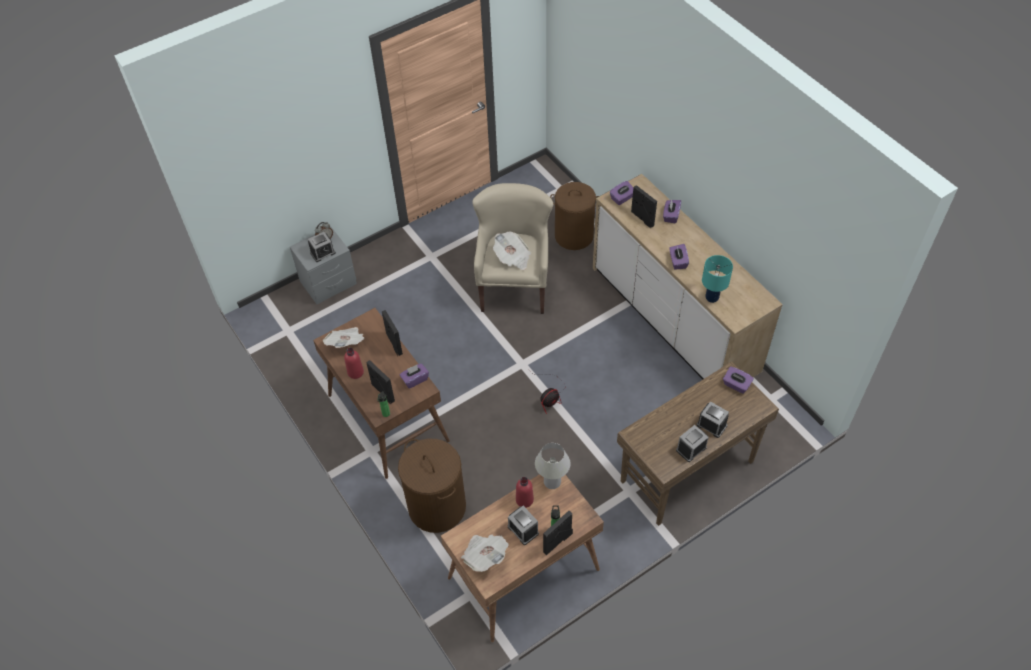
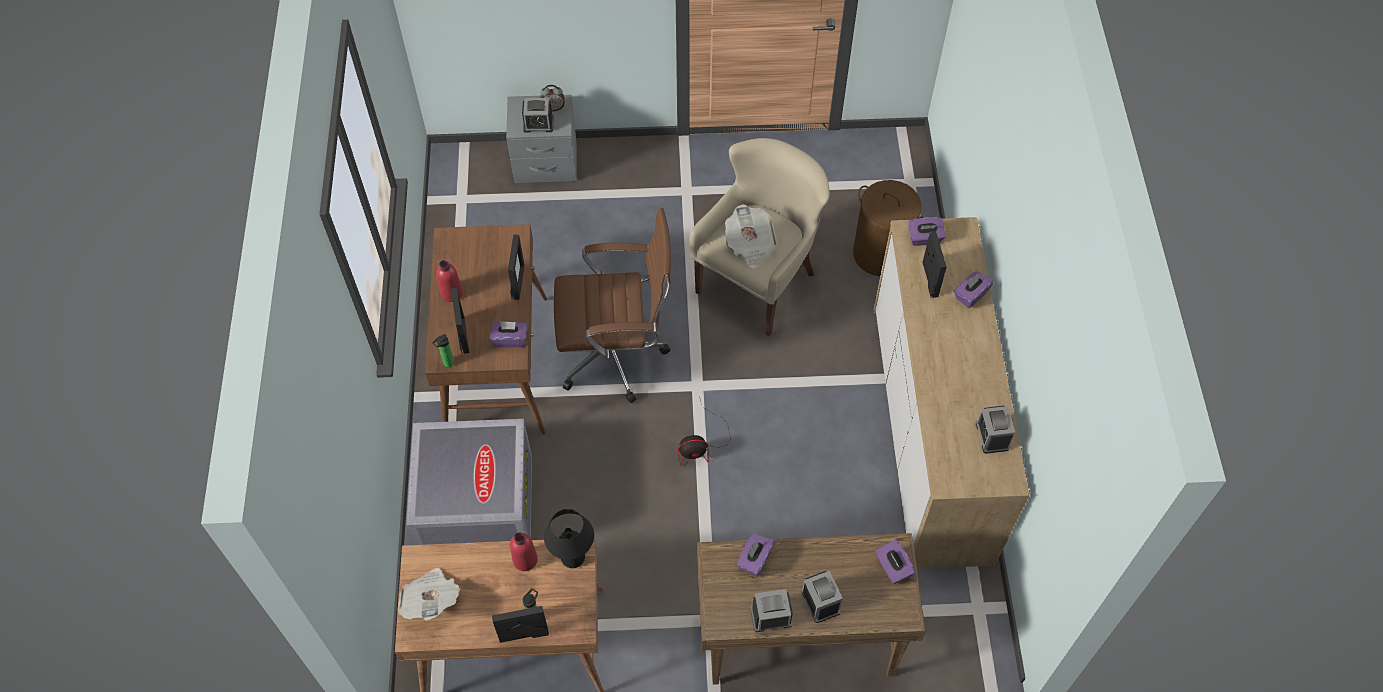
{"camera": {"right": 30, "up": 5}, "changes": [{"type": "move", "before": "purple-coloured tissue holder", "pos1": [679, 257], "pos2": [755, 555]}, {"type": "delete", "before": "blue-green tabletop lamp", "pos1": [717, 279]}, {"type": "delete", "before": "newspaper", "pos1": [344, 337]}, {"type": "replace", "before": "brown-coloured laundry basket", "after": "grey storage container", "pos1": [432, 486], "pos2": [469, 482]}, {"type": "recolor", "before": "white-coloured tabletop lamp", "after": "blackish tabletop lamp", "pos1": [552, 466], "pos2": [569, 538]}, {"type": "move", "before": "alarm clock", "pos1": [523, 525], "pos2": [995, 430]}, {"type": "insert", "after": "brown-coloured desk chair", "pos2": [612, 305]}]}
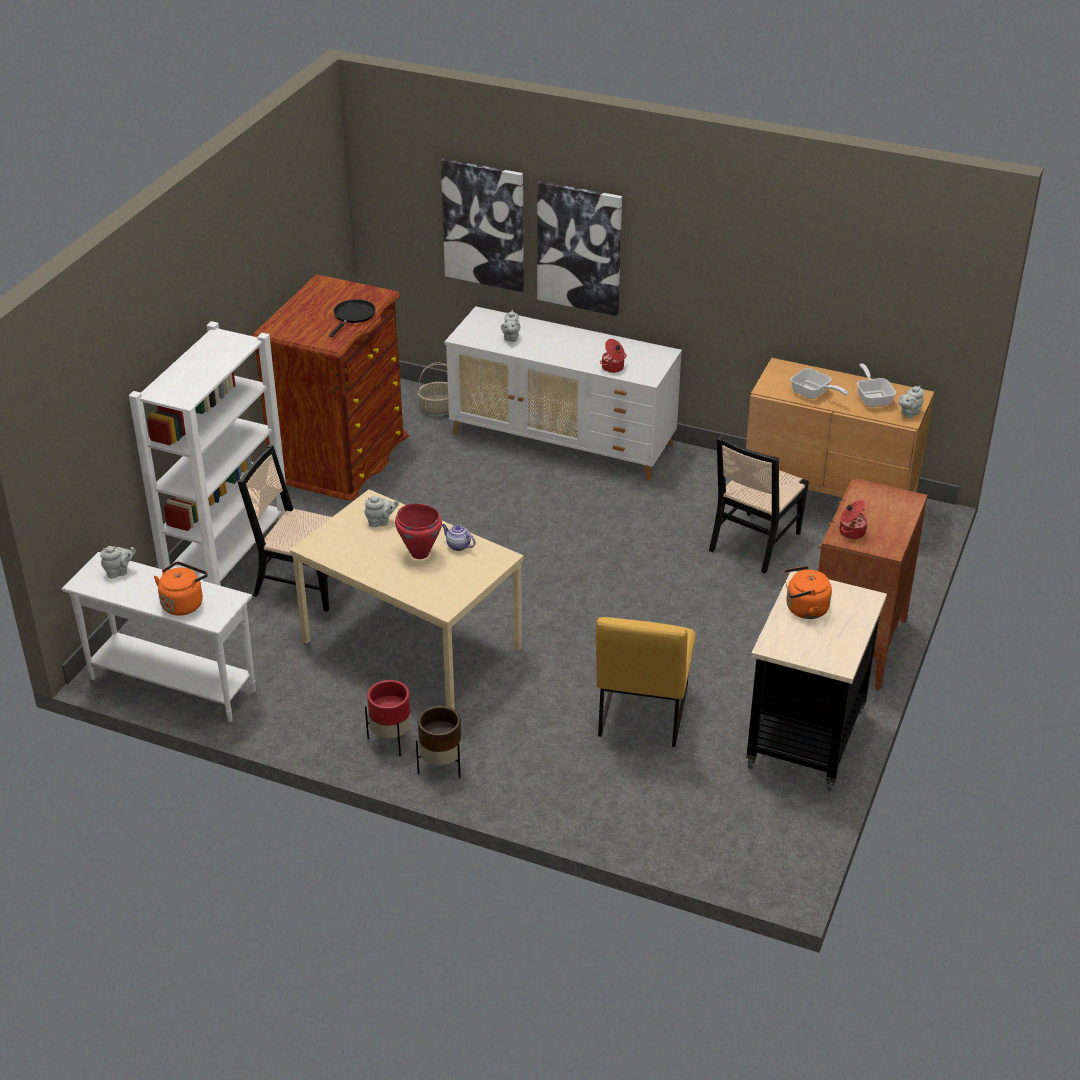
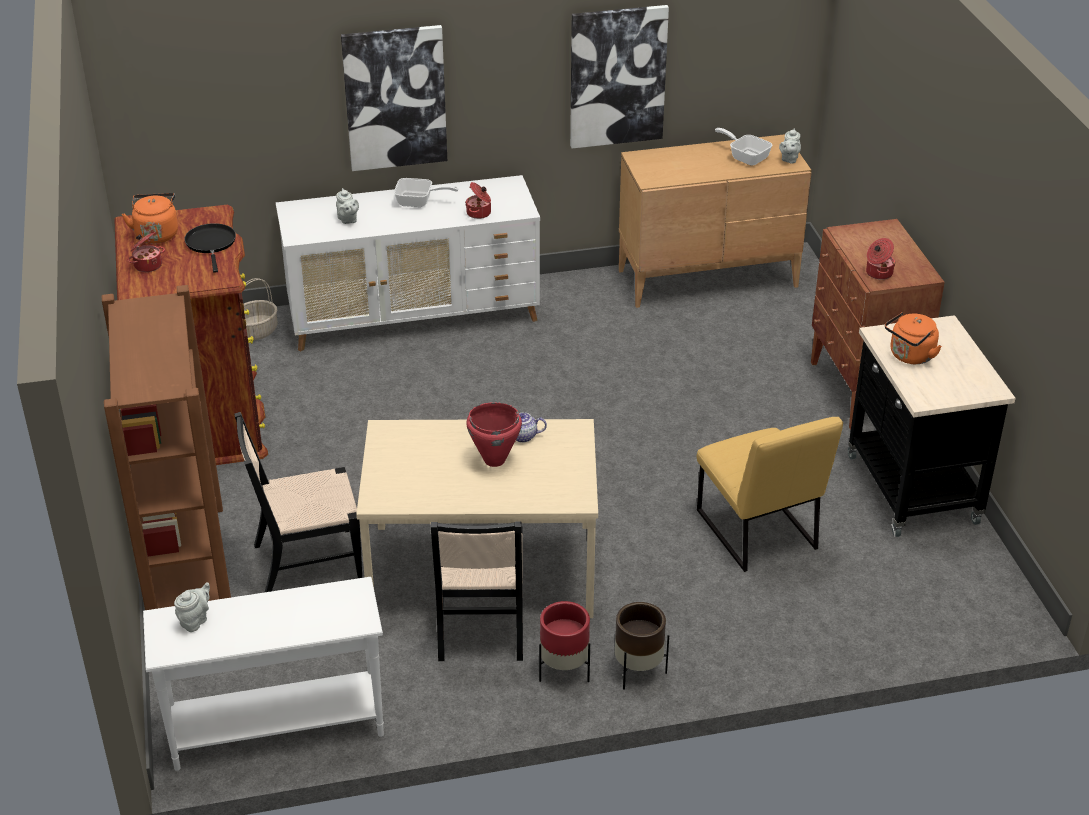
{"camera": {"right": -35, "up": 0}, "changes": [{"type": "move", "before": "wall art", "pos1": [482, 225], "pos2": [619, 77]}, {"type": "recolor", "before": "white-coloured shelving unit", "after": "brown-coloured shelving unit", "pos1": [207, 453], "pos2": [166, 447]}, {"type": "move", "before": "pan", "pos1": [819, 383], "pos2": [426, 192]}, {"type": "move", "before": "upright chair", "pos1": [759, 504], "pos2": [477, 591]}, {"type": "delete", "before": "grey pot for tea", "pos1": [381, 511]}, {"type": "move", "before": "orange-coloured tea kettle", "pos1": [181, 588], "pos2": [150, 218]}, {"type": "insert", "after": "stockpot", "pos2": [146, 252]}]}
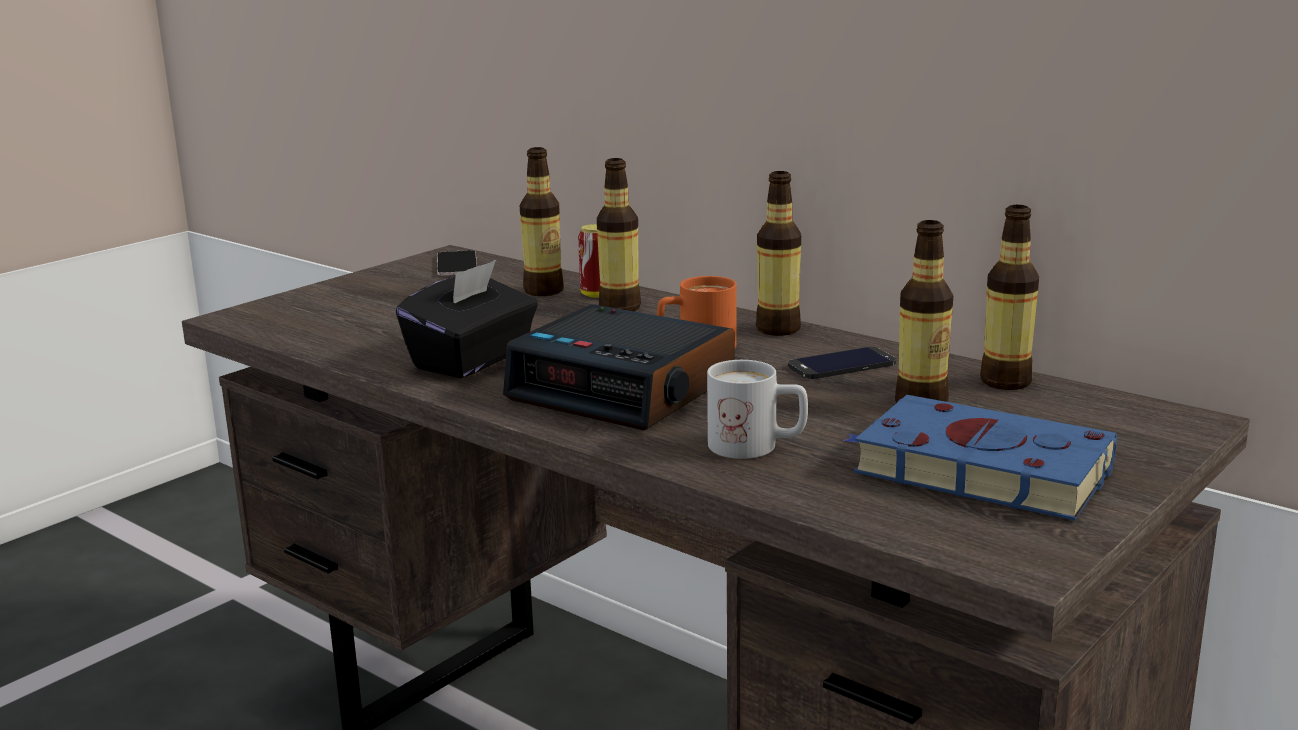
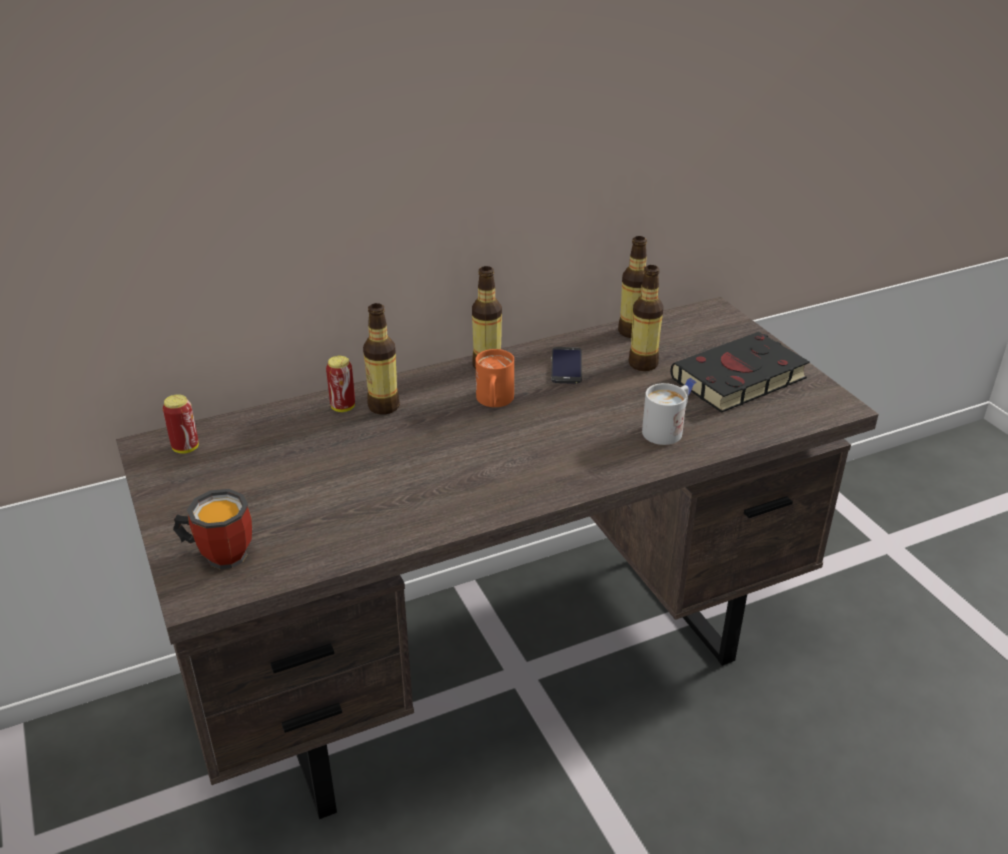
{"camera": {"right": -65, "up": 15}, "changes": [{"type": "delete", "before": "bottle", "pos1": [541, 221]}, {"type": "replace", "before": "handset", "after": "can", "pos1": [457, 263], "pos2": [181, 424]}, {"type": "delete", "before": "blackish tissue holder", "pos1": [467, 319]}, {"type": "delete", "before": "alarm clock", "pos1": [619, 367]}, {"type": "recolor", "before": "blue bound book", "after": "blackish bound book", "pos1": [979, 458], "pos2": [740, 372]}, {"type": "insert", "after": "tea mug", "pos2": [212, 529]}]}
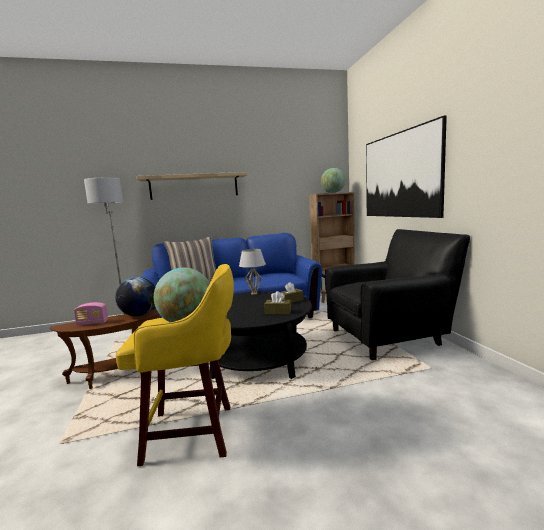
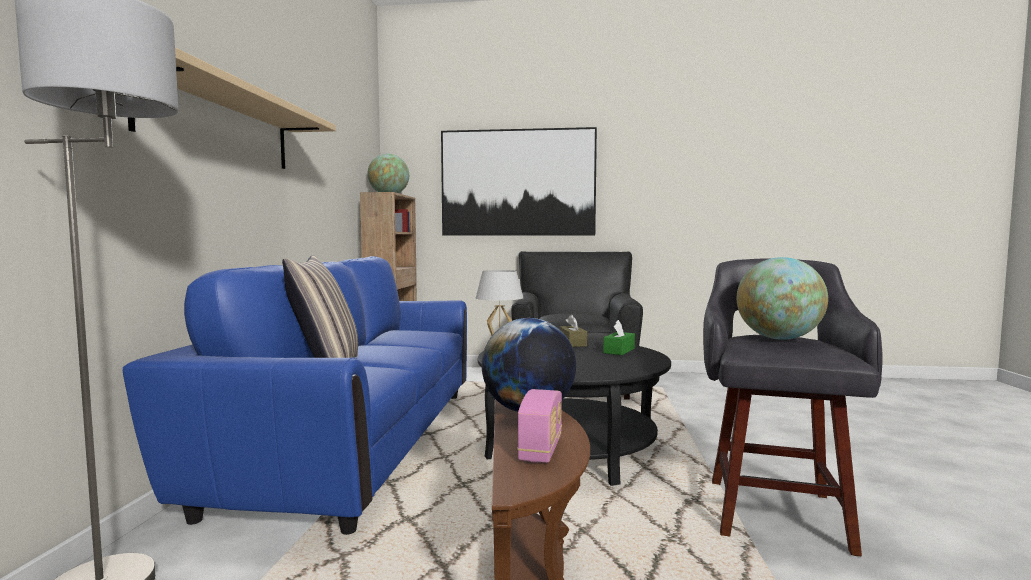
{"camera": {"right": -70, "up": -5}, "changes": [{"type": "recolor", "before": "yellow-coloured stool seat", "after": "grey stool seat", "pos1": [175, 365], "pos2": [793, 407]}, {"type": "recolor", "before": "brown-coloured tissue holder", "after": "green tissue holder", "pos1": [277, 302], "pos2": [619, 337]}]}
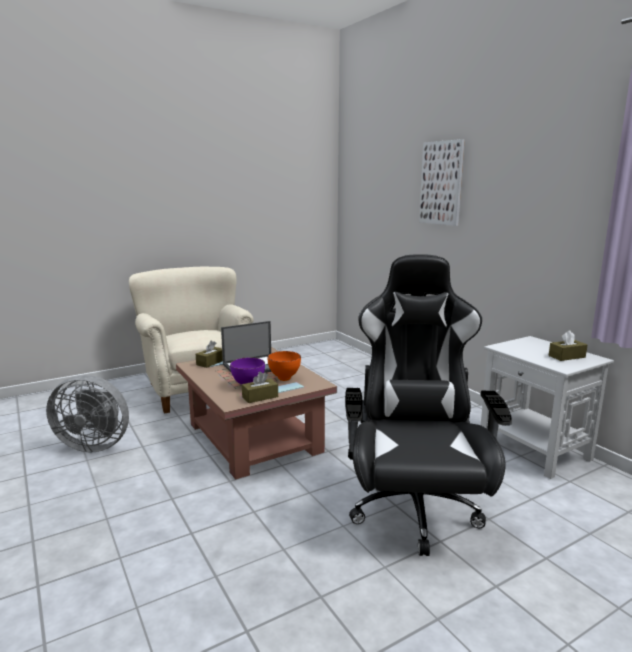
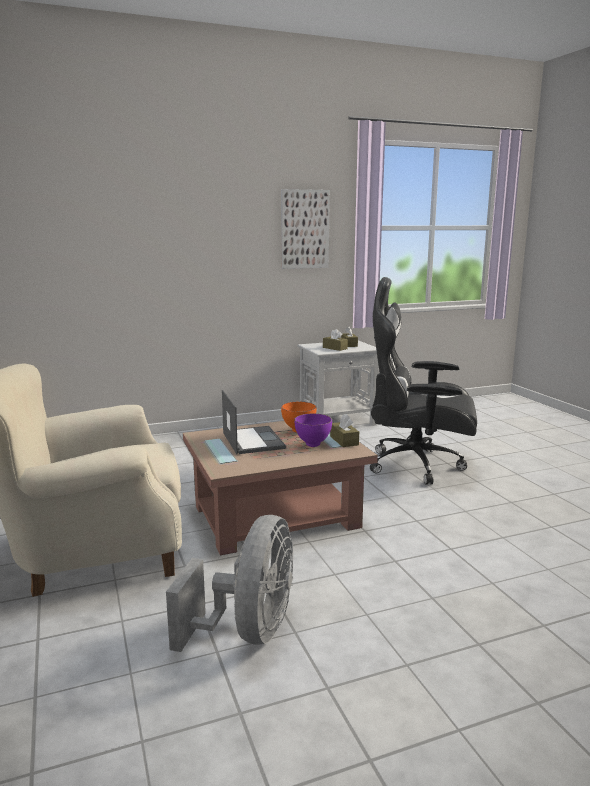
{"camera": {"right": -80, "up": 0}, "changes": [{"type": "move", "before": "wall art", "pos1": [442, 182], "pos2": [305, 229]}, {"type": "move", "before": "brown-coloured tissue holder", "pos1": [209, 354], "pos2": [335, 340]}]}
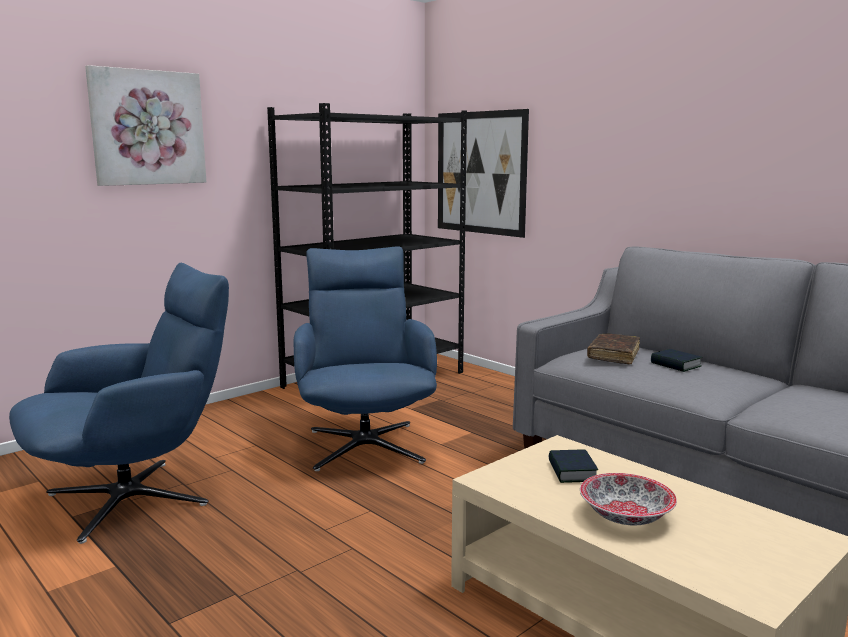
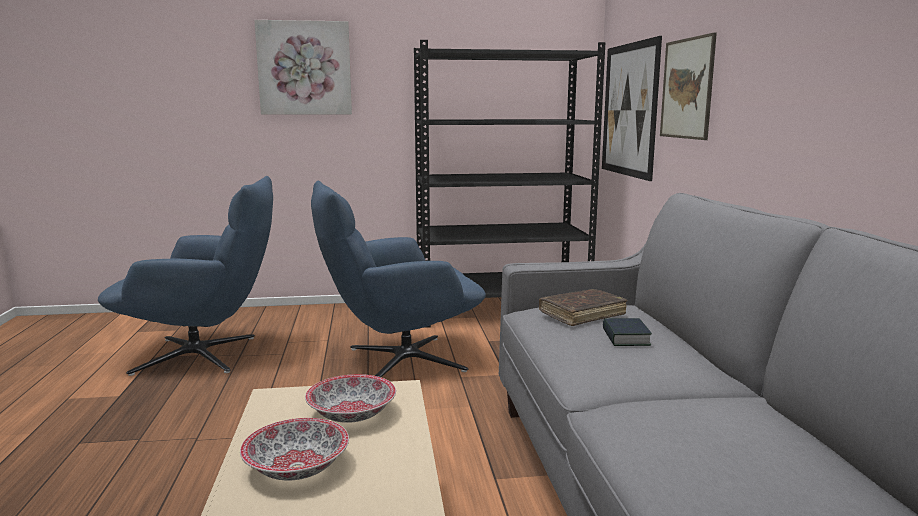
{"camera": {"right": 35, "up": 0}, "changes": [{"type": "rotate", "before": "blue easy chair", "pos1": [365, 358], "pos2": [398, 279], "turn": -135}, {"type": "replace", "before": "bound book", "after": "bowl", "pos1": [573, 466], "pos2": [350, 398]}, {"type": "insert", "after": "wall art", "pos2": [688, 86]}]}
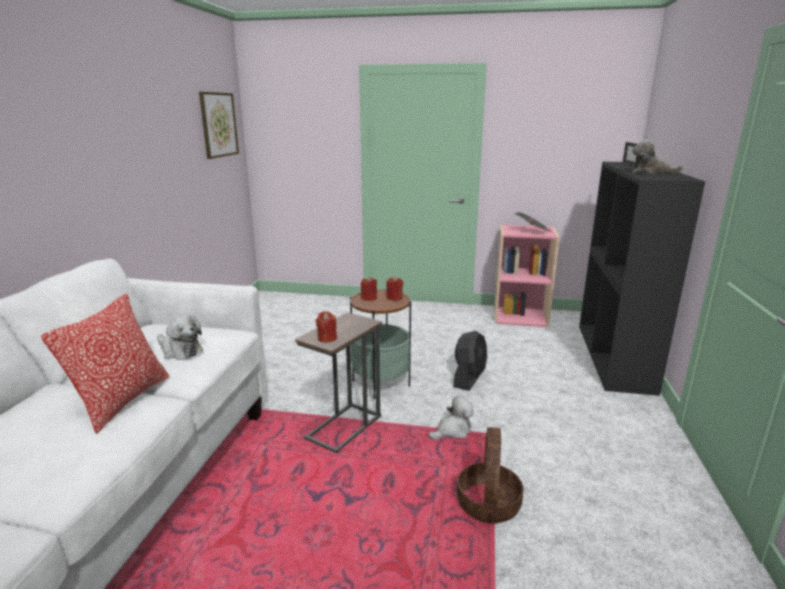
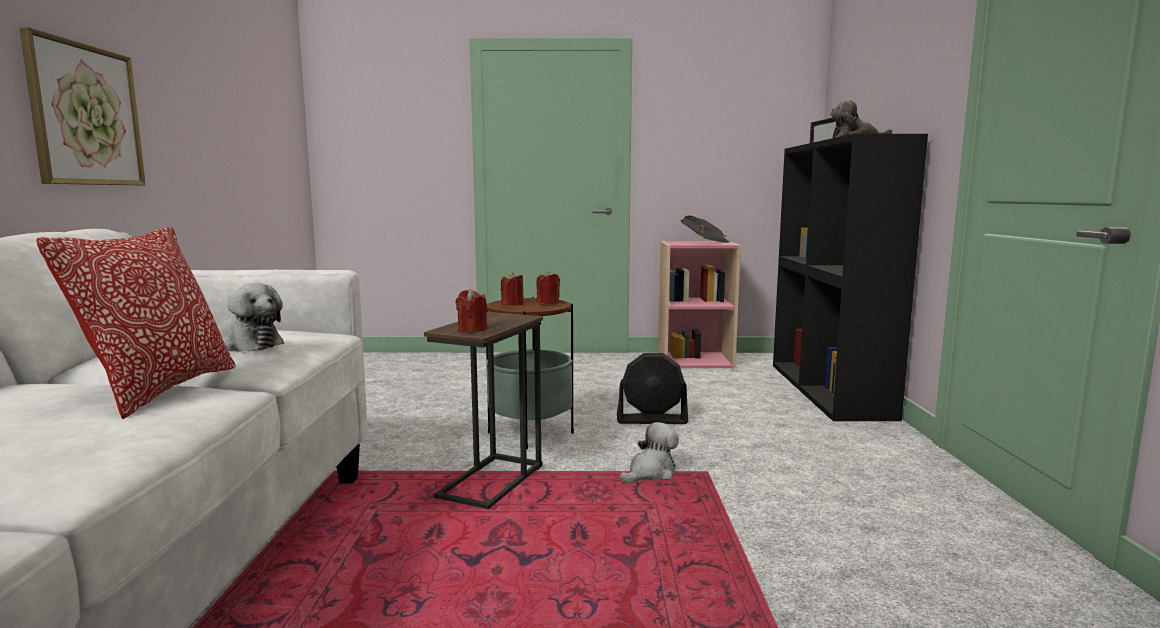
{"camera": {"right": -10, "up": -10}, "changes": [{"type": "move", "before": "wall art", "pos1": [219, 125], "pos2": [82, 106]}, {"type": "rotate", "before": "blackish cooling fan", "pos1": [470, 361], "pos2": [652, 388], "turn": 75}, {"type": "delete", "before": "household basket", "pos1": [490, 475]}]}
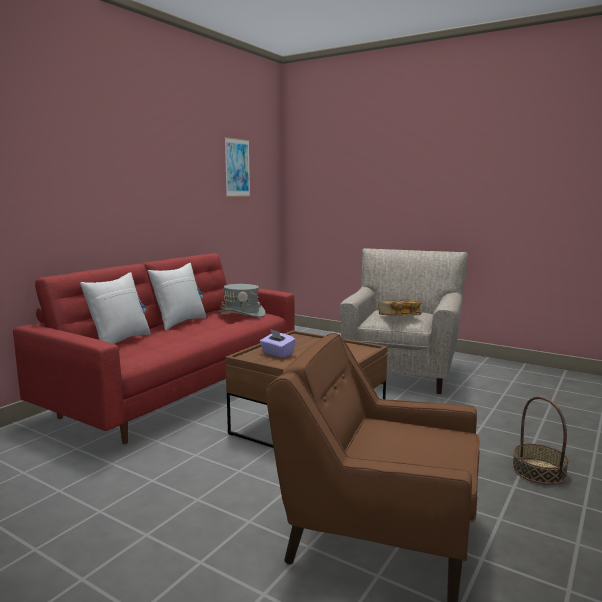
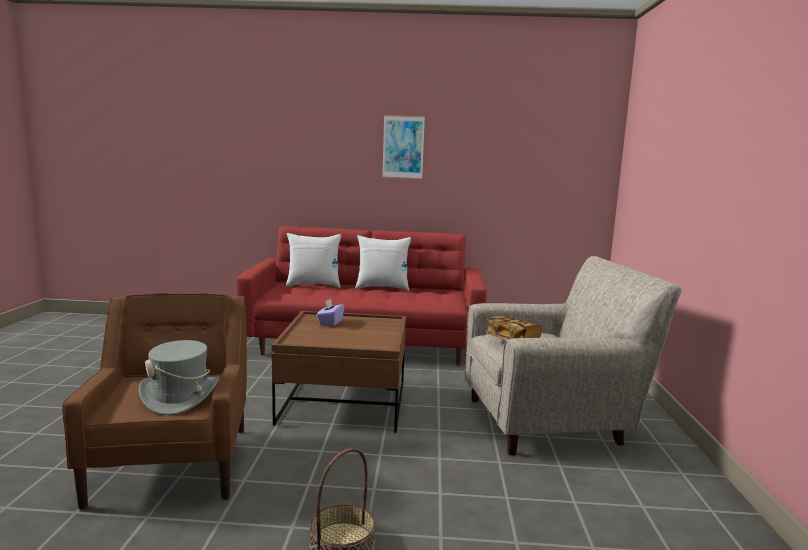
{"camera": {"right": 60, "up": 0}, "changes": [{"type": "move", "before": "wall art", "pos1": [237, 167], "pos2": [403, 147]}, {"type": "move", "before": "grey wearable hat", "pos1": [242, 300], "pos2": [179, 377]}]}
